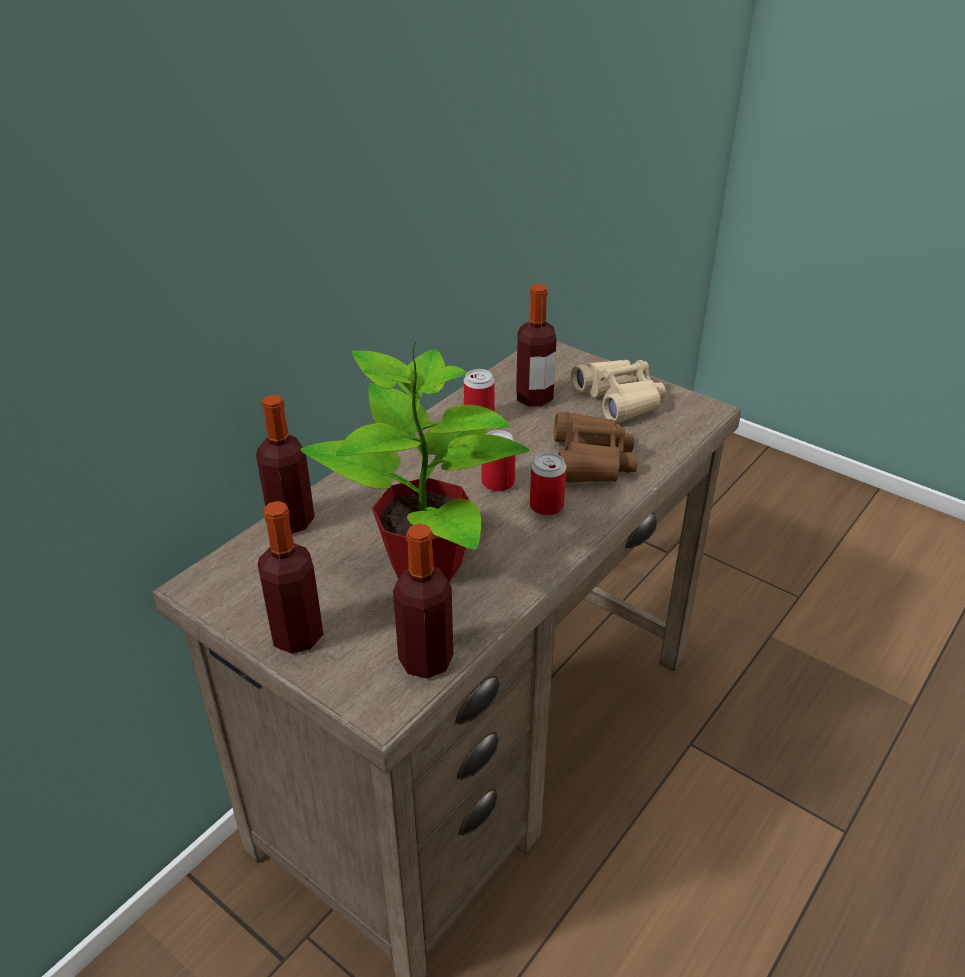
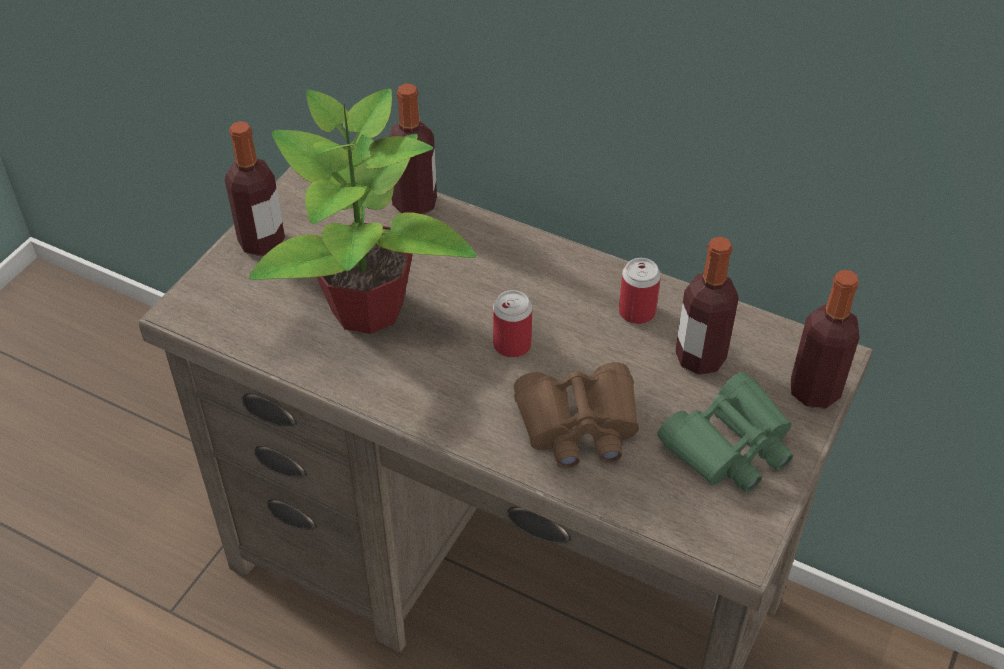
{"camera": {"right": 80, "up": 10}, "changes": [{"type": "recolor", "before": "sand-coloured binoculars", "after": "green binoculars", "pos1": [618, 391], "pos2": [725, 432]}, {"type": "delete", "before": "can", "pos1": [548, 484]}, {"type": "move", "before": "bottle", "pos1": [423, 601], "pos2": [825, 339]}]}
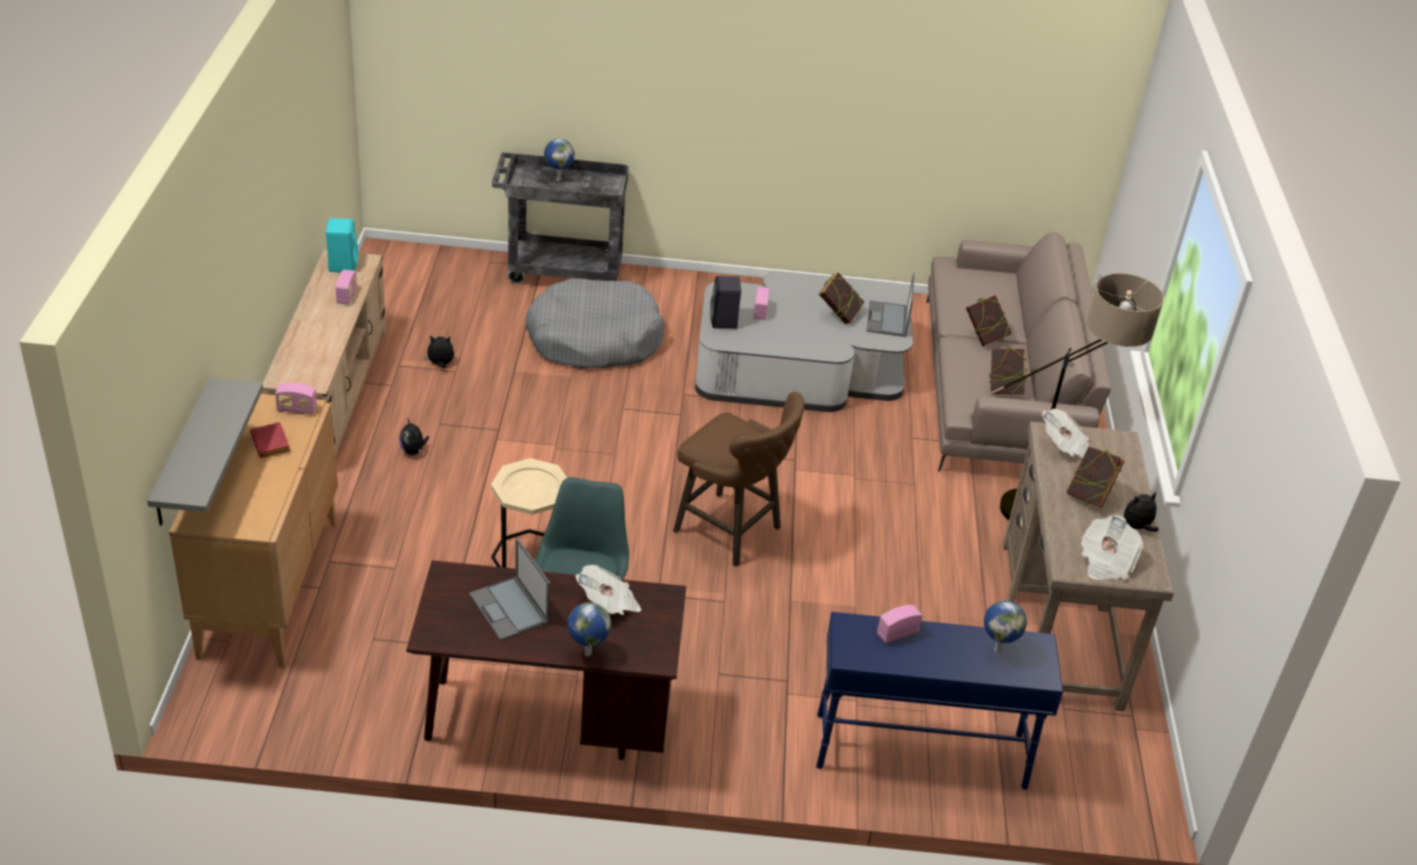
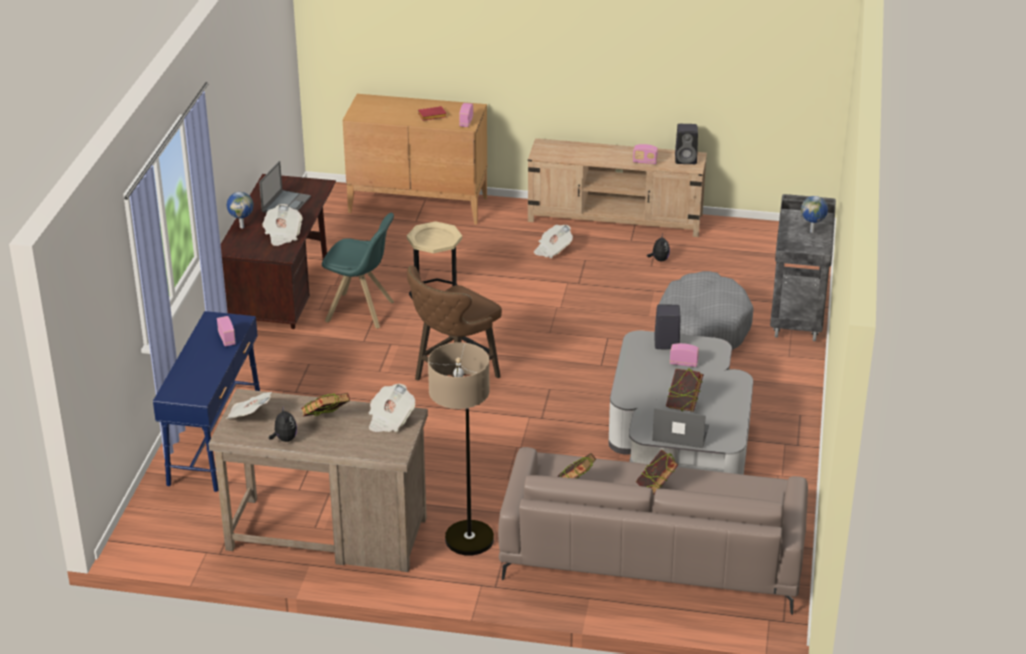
{"camera": {"right": 100, "up": -5}, "changes": [{"type": "recolor", "before": "blue-green speaker", "after": "blackish speaker", "pos1": [342, 245], "pos2": [686, 144]}, {"type": "delete", "before": "grey shelf", "pos1": [205, 451]}, {"type": "replace", "before": "cuddly toy", "after": "newspaper", "pos1": [414, 437], "pos2": [553, 241]}, {"type": "rotate", "before": "laptop", "pos1": [509, 589], "pos2": [285, 187], "turn": 135}, {"type": "delete", "before": "world globe", "pos1": [1005, 626]}]}
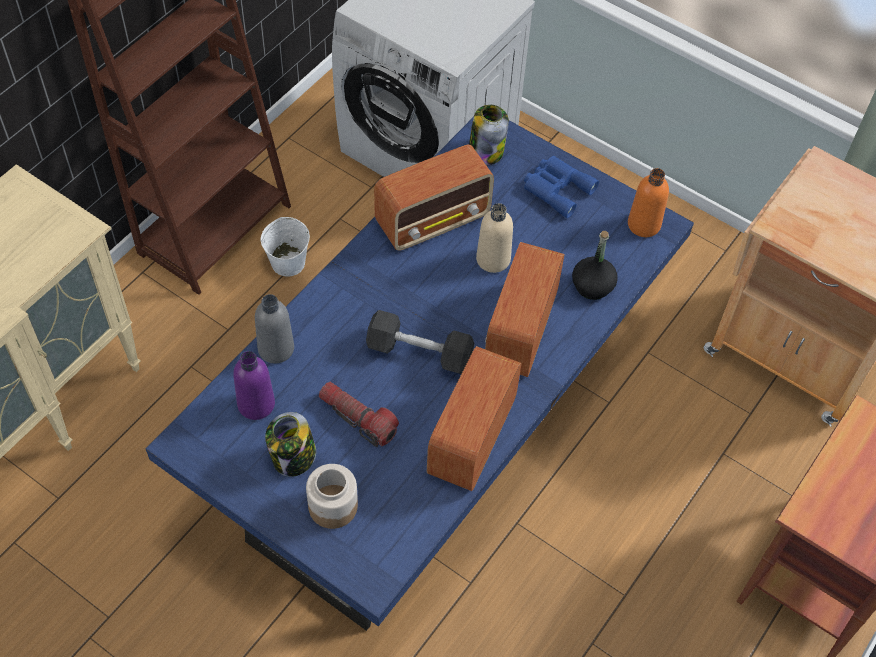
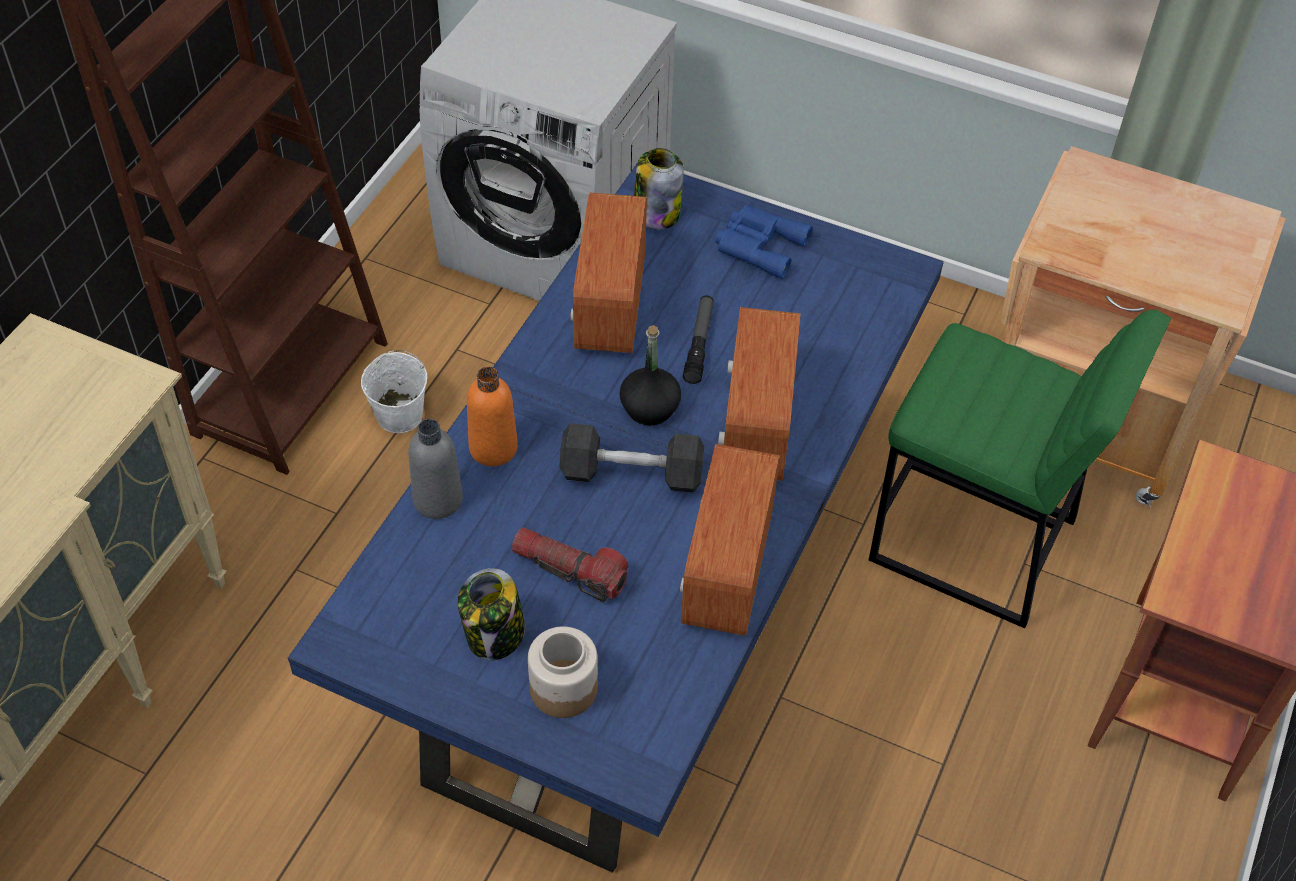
{"camera": {"right": -10, "up": -5}, "changes": [{"type": "rotate", "before": "radio set", "pos1": [434, 198], "pos2": [608, 272], "turn": 135}, {"type": "move", "before": "orange-coloured bottle", "pos1": [648, 202], "pos2": [492, 416]}, {"type": "replace", "before": "sand-coloured bottle", "after": "torch", "pos1": [494, 238], "pos2": [698, 339]}, {"type": "move", "before": "blackish bottle", "pos1": [595, 265], "pos2": [650, 375]}, {"type": "delete", "before": "purple-coloured bottle", "pos1": [254, 385]}, {"type": "insert", "after": "green stool seat", "pos2": [1020, 469]}]}
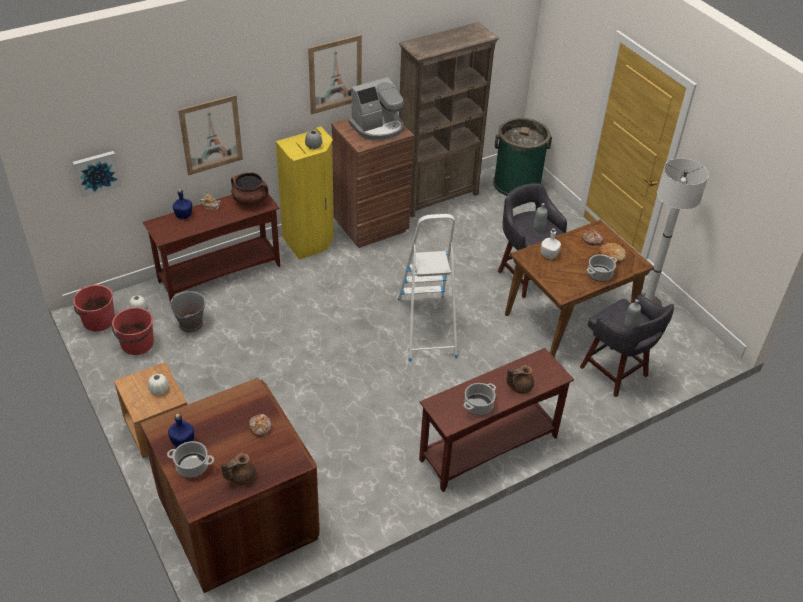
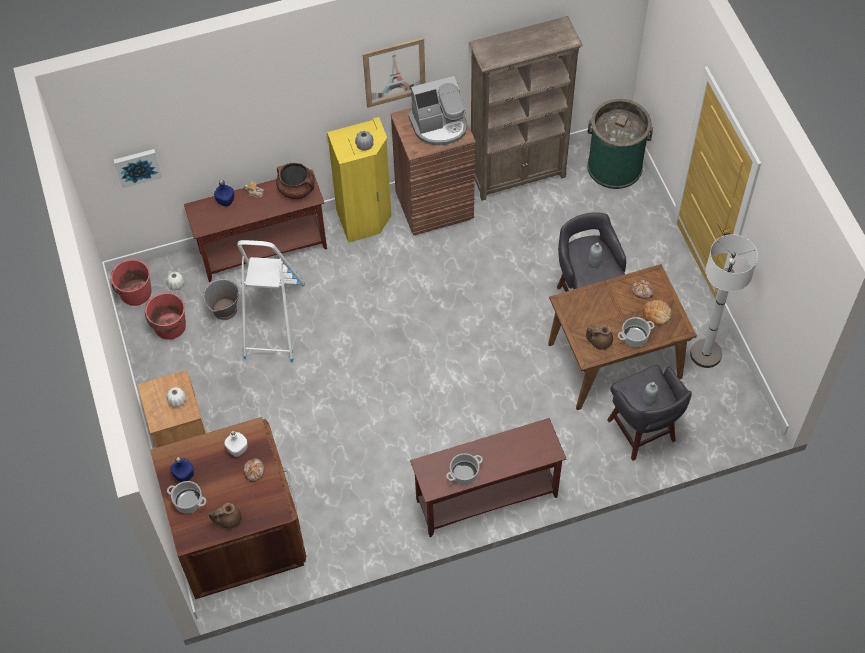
{"camera": {"right": 15, "up": 15}, "changes": [{"type": "delete", "before": "wall art", "pos1": [210, 135]}, {"type": "move", "before": "white-coloured step stool", "pos1": [428, 288], "pos2": [271, 301]}, {"type": "move", "before": "white-coloured bottle", "pos1": [551, 243], "pos2": [235, 443]}, {"type": "move", "before": "brown-coloured pot for tea", "pos1": [520, 379], "pos2": [599, 337]}]}
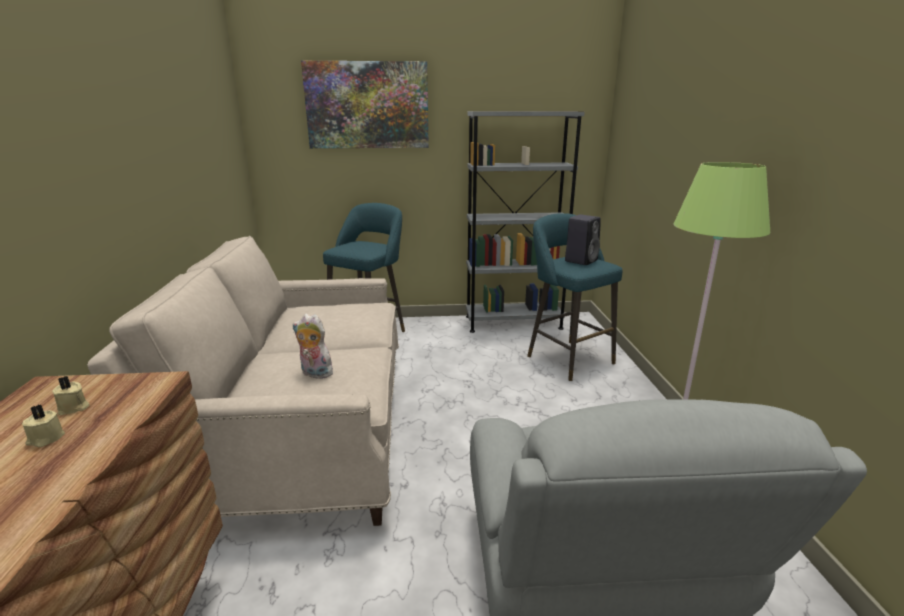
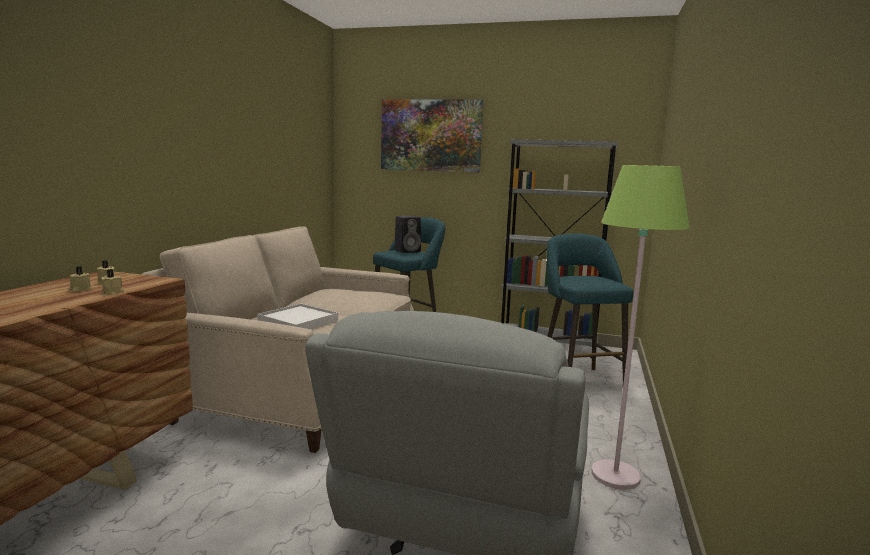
{"camera": {"right": 20, "up": -10}, "changes": [{"type": "move", "before": "blackish speaker", "pos1": [583, 239], "pos2": [407, 234]}, {"type": "replace", "before": "cuddly toy", "after": "white-coloured carrying tray", "pos1": [312, 346], "pos2": [297, 316]}, {"type": "insert", "after": "sand-coloured wax light", "pos2": [112, 282]}]}
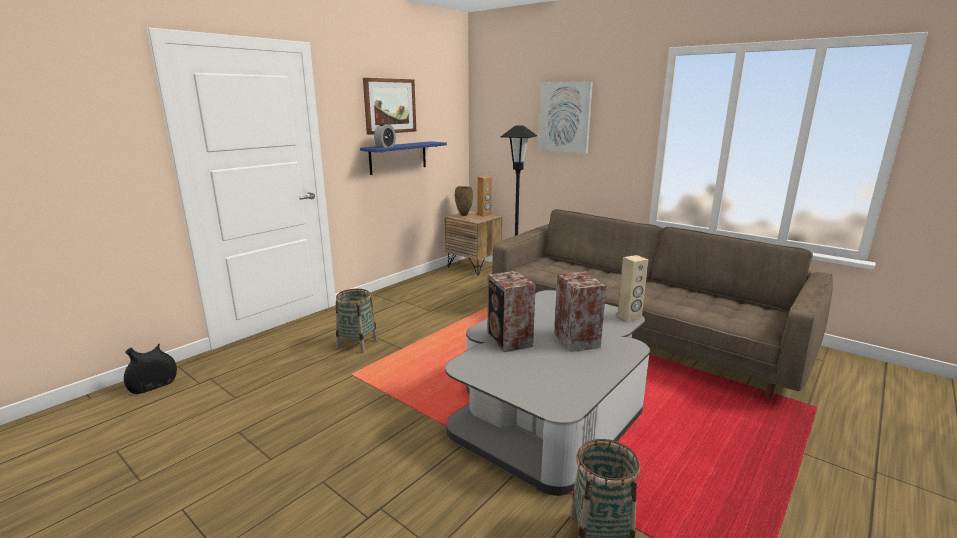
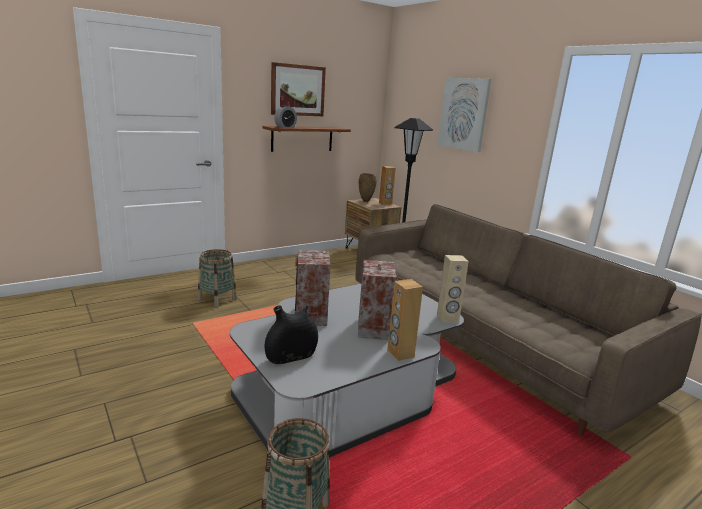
{"camera": {"right": 15, "up": 0}, "changes": [{"type": "recolor", "before": "blue shelf", "after": "brown-coloured shelf", "pos1": [403, 158], "pos2": [307, 139]}, {"type": "move", "before": "blackish vase", "pos1": [150, 369], "pos2": [291, 334]}, {"type": "insert", "after": "brown-coloured speaker", "pos2": [405, 320]}]}
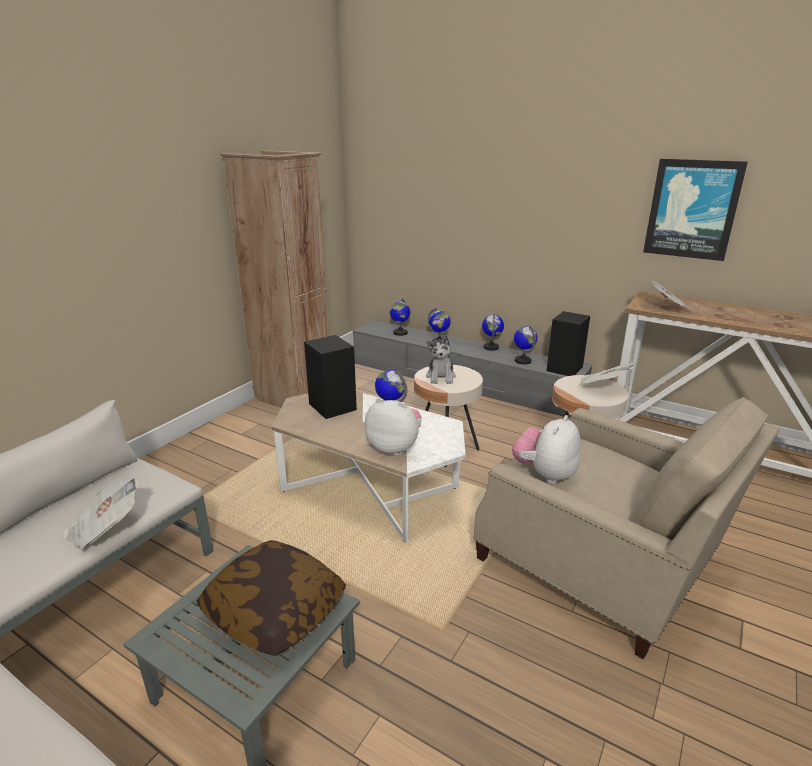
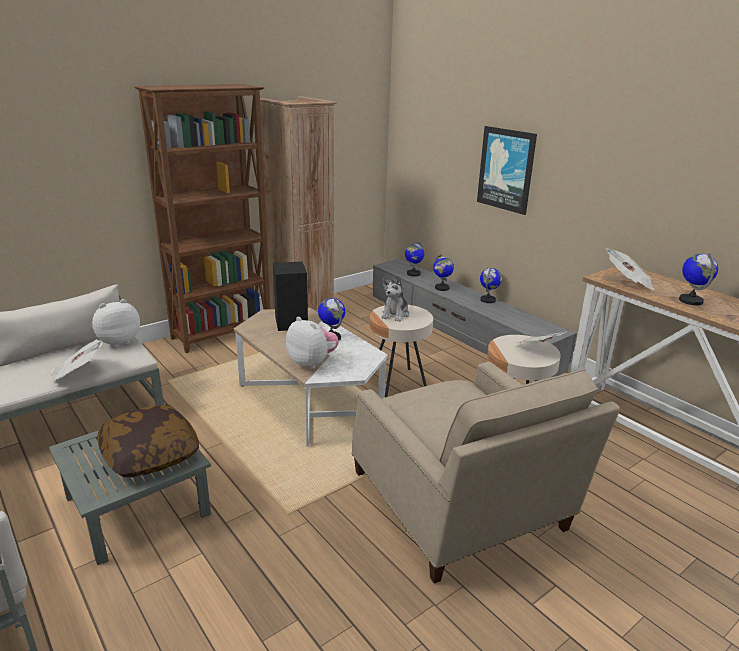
{"camera": {"right": 20, "up": 0}, "changes": [{"type": "move", "before": "wall art", "pos1": [695, 210], "pos2": [507, 170]}, {"type": "delete", "before": "blackish speaker", "pos1": [568, 343]}, {"type": "move", "before": "world globe", "pos1": [525, 345], "pos2": [698, 279]}, {"type": "move", "before": "cuddly toy", "pos1": [546, 449], "pos2": [116, 323]}, {"type": "insert", "after": "brown-coloured shelving unit", "pos2": [202, 218]}]}
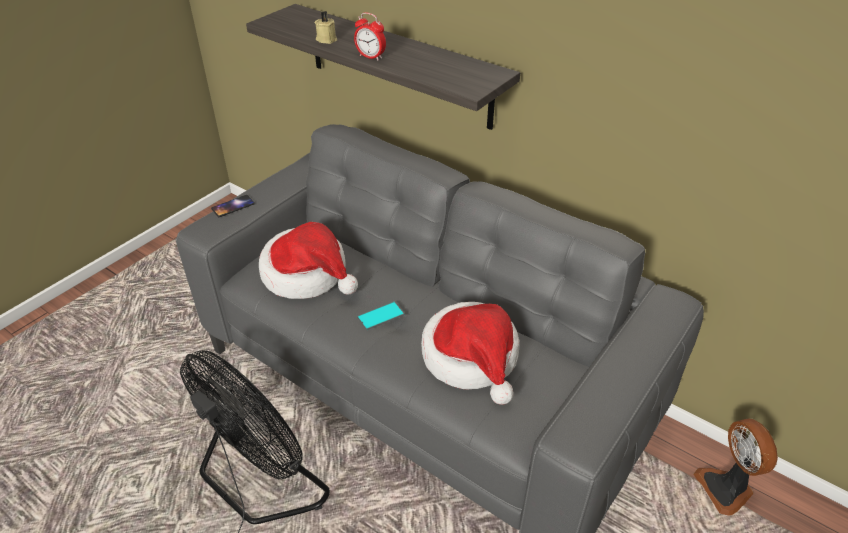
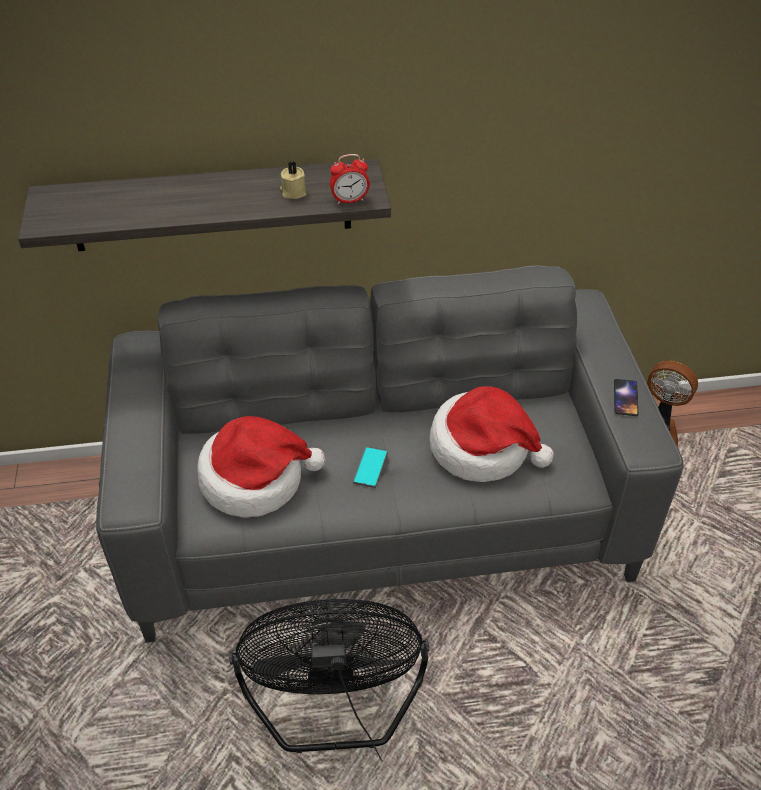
{"camera": {"right": -45, "up": 5}, "changes": [{"type": "move", "before": "sand-coloured wax light", "pos1": [326, 27], "pos2": [293, 180]}, {"type": "move", "before": "alarm clock", "pos1": [370, 36], "pos2": [350, 179]}, {"type": "move", "before": "handset", "pos1": [233, 206], "pos2": [626, 397]}]}
